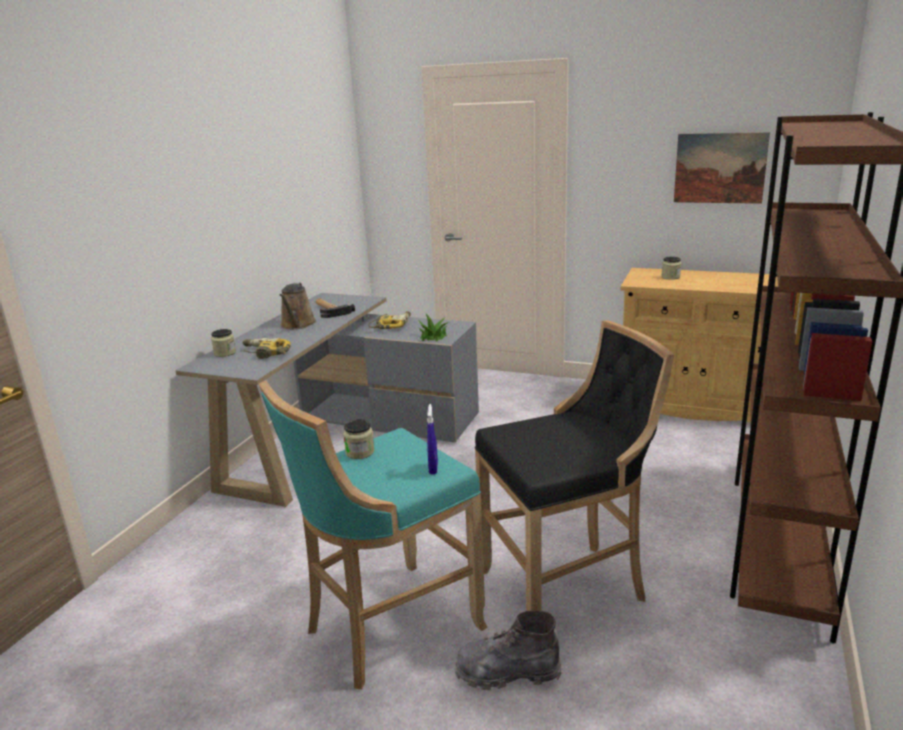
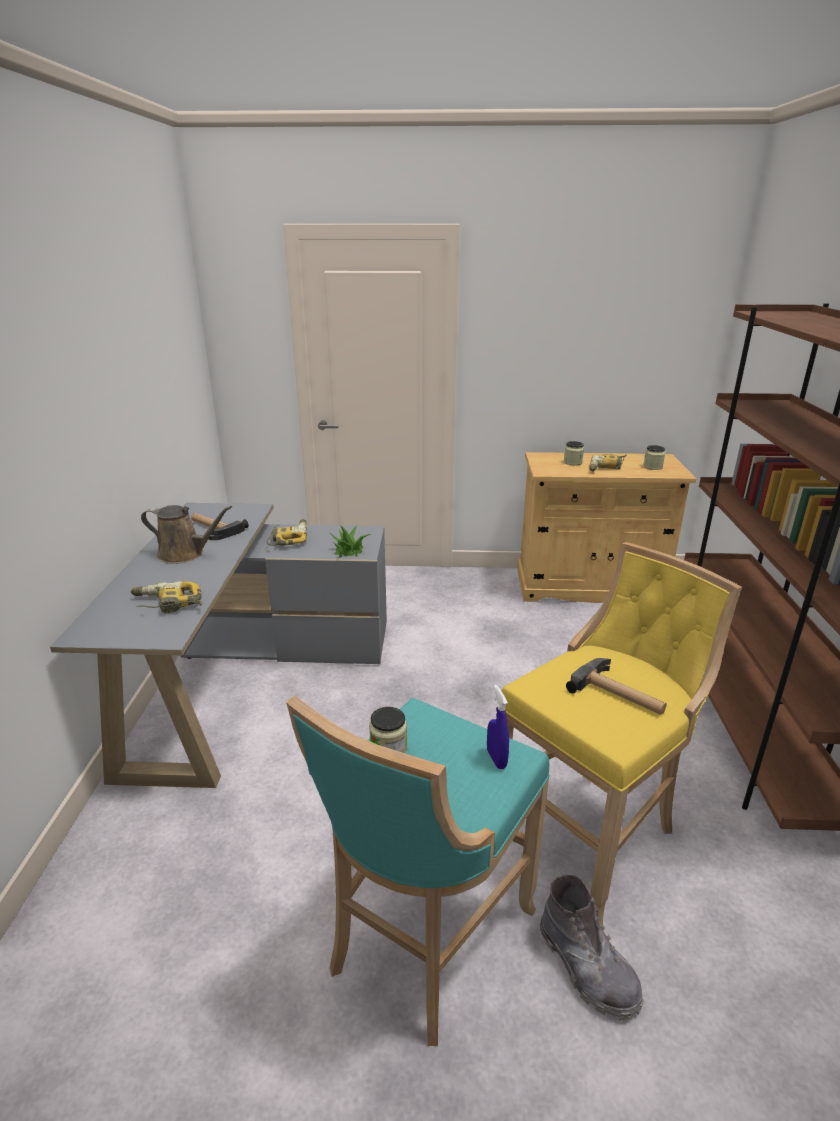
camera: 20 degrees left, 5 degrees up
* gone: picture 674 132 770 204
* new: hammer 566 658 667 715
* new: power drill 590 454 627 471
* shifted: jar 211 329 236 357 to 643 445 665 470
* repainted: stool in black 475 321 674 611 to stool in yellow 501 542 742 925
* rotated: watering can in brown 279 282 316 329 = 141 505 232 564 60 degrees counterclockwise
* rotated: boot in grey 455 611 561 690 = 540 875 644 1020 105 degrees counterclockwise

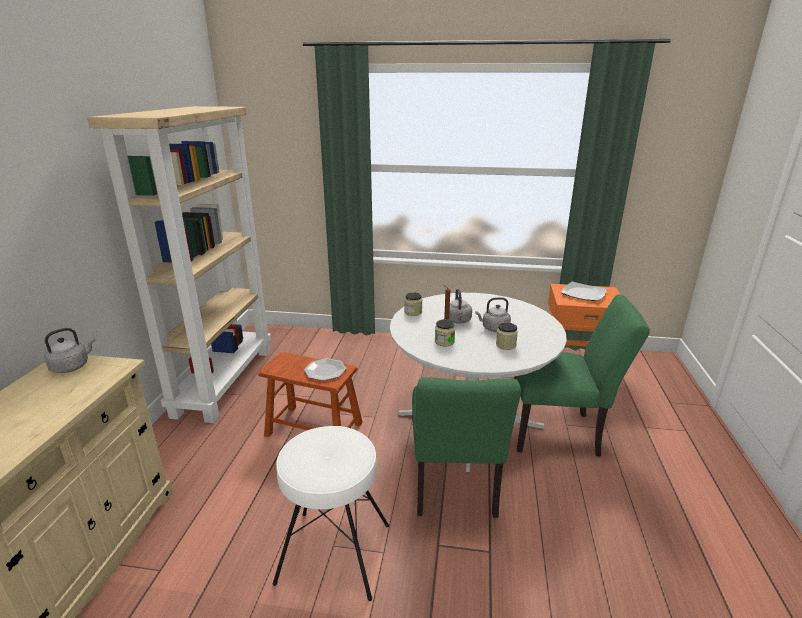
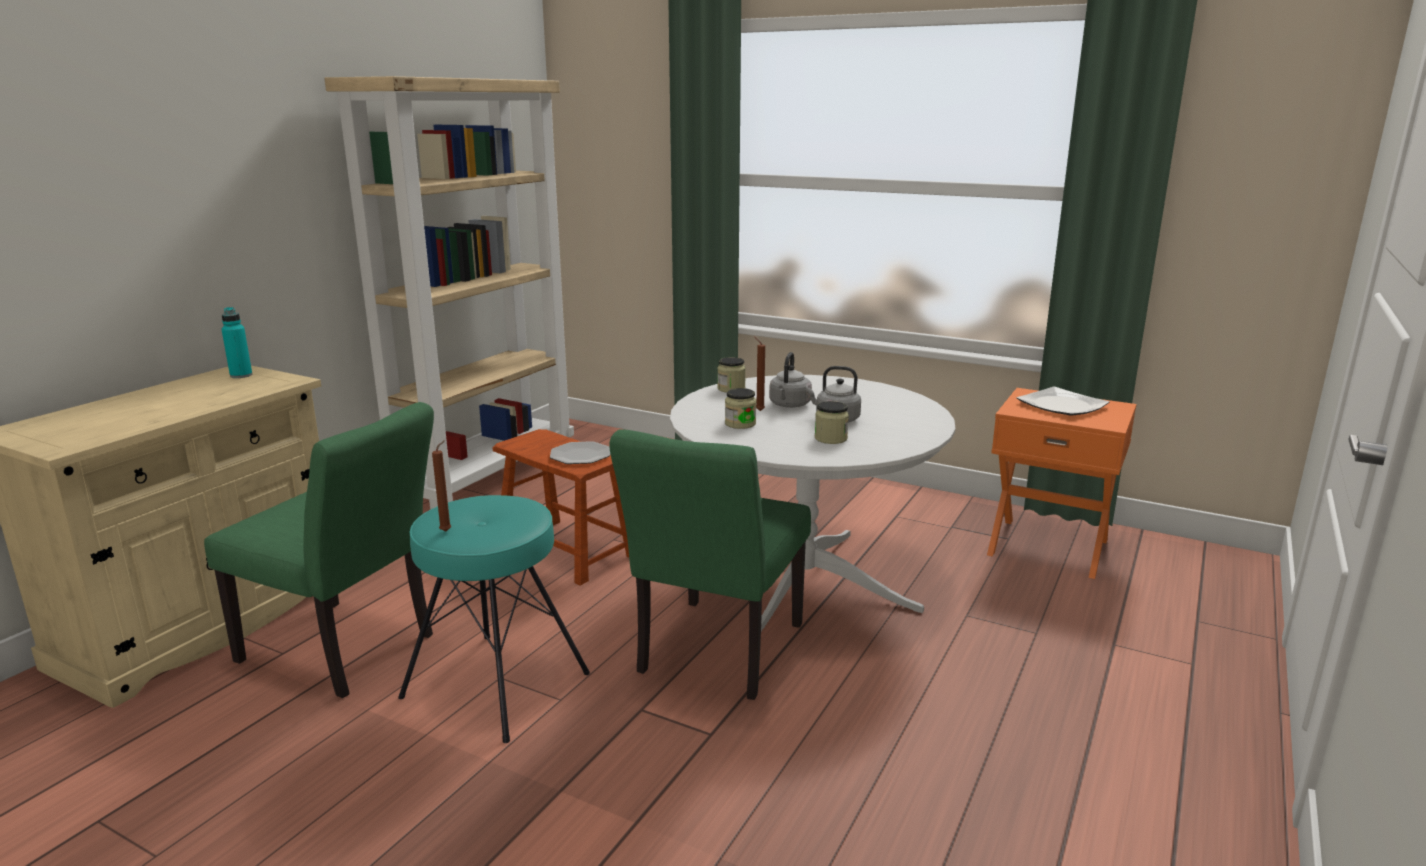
camera: 20 degrees right, 5 degrees down
* new: candle in brown 432 440 451 532
* shifted: chair in green 514 294 650 457 to 204 402 434 698
* swapped: kettle in grey 44 328 95 373 to bottle in turquoise 221 307 252 378
* repainted: stool in white 273 426 389 601 to stool in turquoise 398 495 590 743

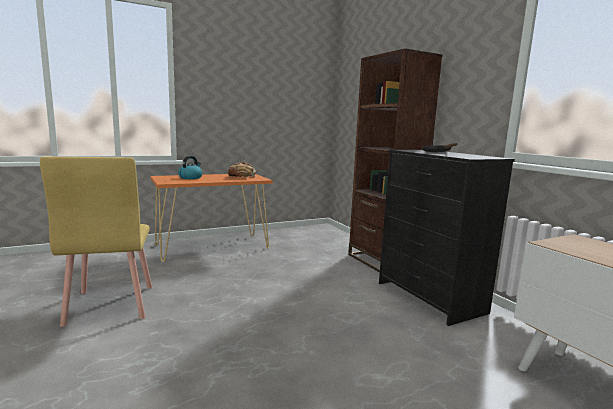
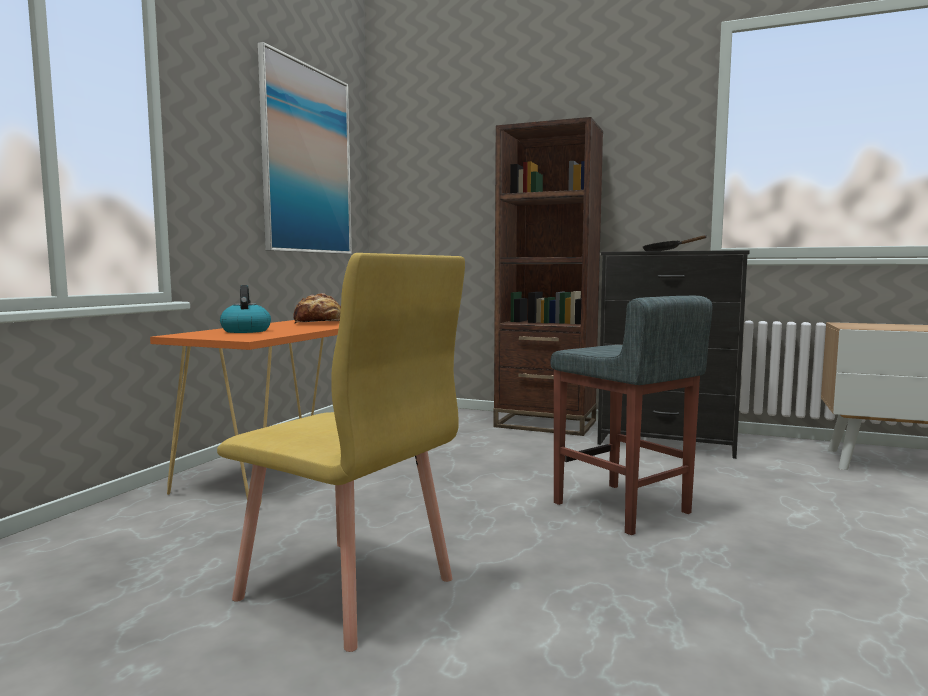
camera: 40 degrees left, 5 degrees down
* new: picture 258 42 352 254
* new: stool in grey 551 296 712 535

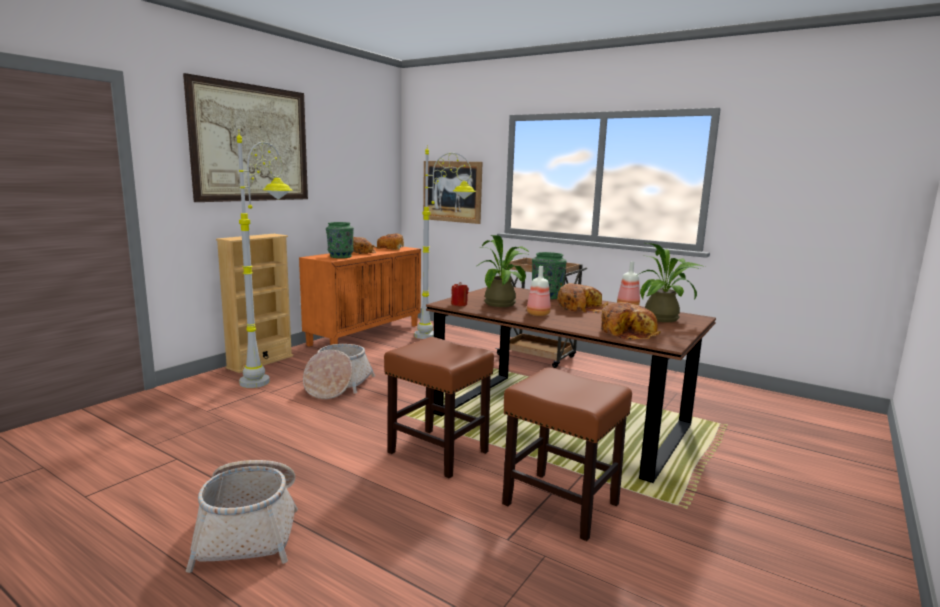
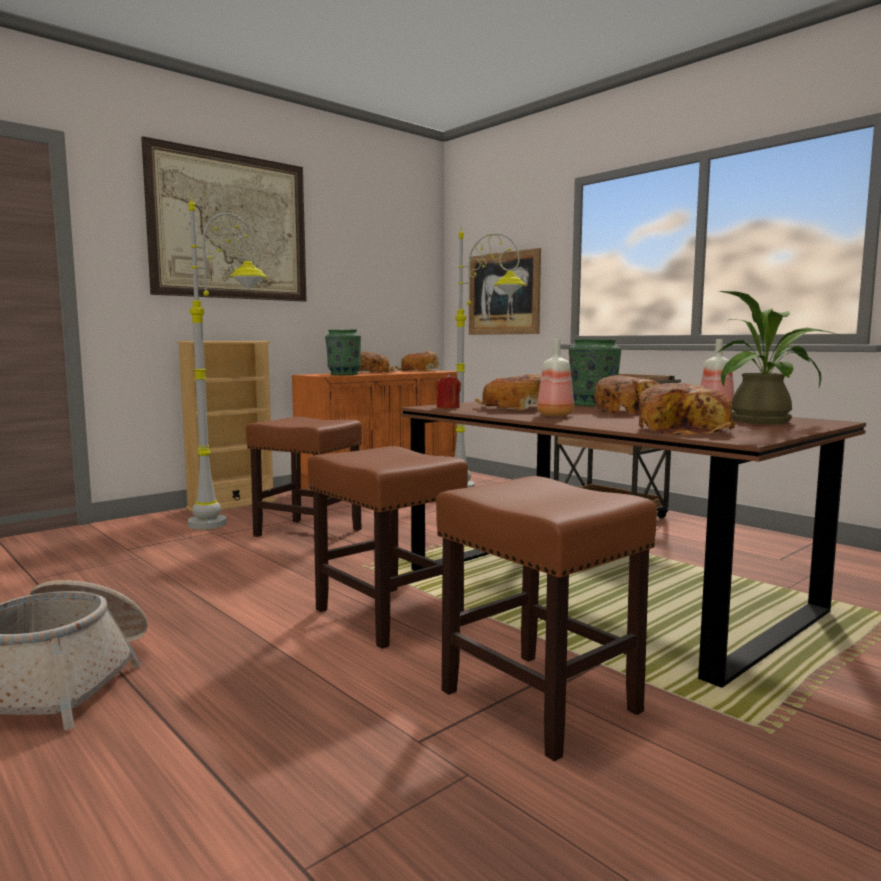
camera: 15 degrees right, 5 degrees down
* swapped: basket 303 344 375 399 to stool in brown 246 417 362 537
* swapped: potted plant 477 235 529 307 to bread 475 374 541 410

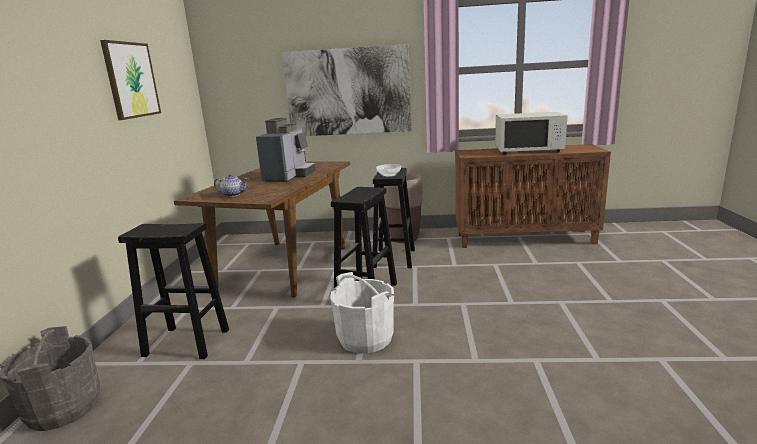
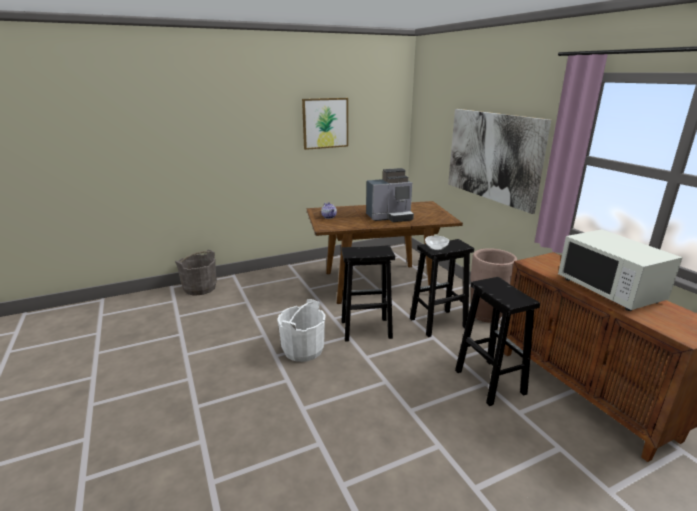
camera: 60 degrees right, 5 degrees up
* shifted: stool in black 118 223 229 359 to 455 277 540 406

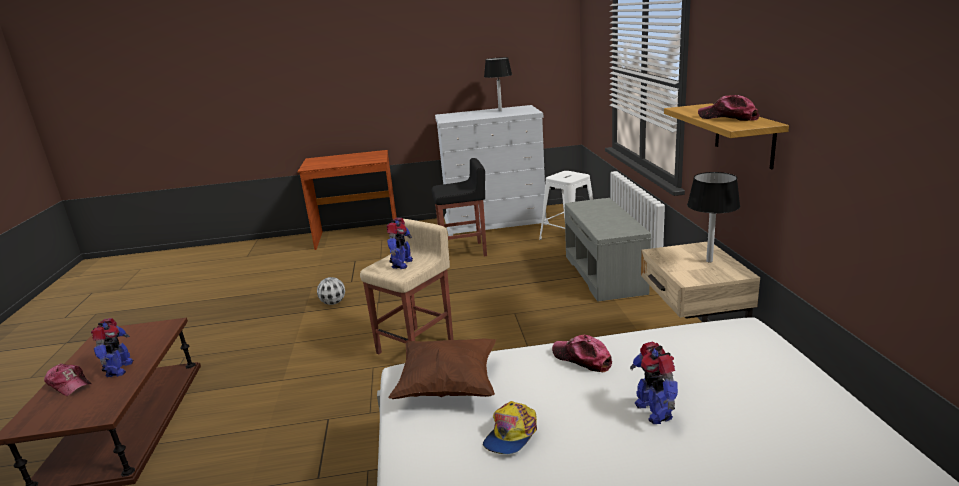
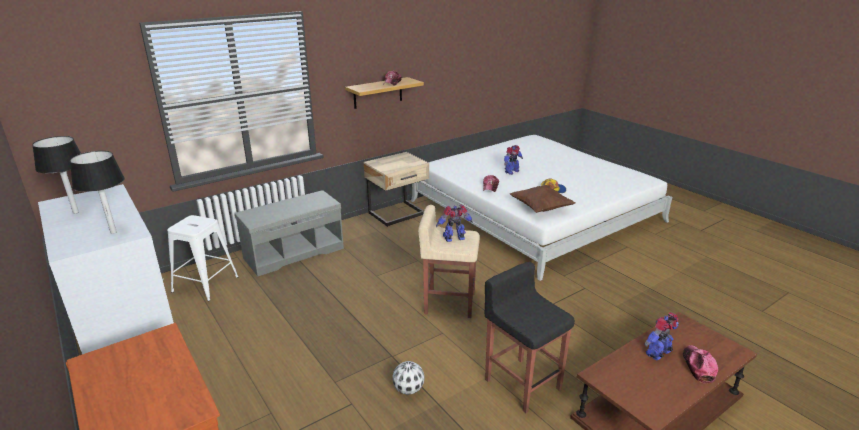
camera: 120 degrees left, 5 degrees up
* shifted: stool in black 432 158 487 257 to 485 262 575 413
* shifted: table lamp in black 687 172 740 262 to 70 151 125 234

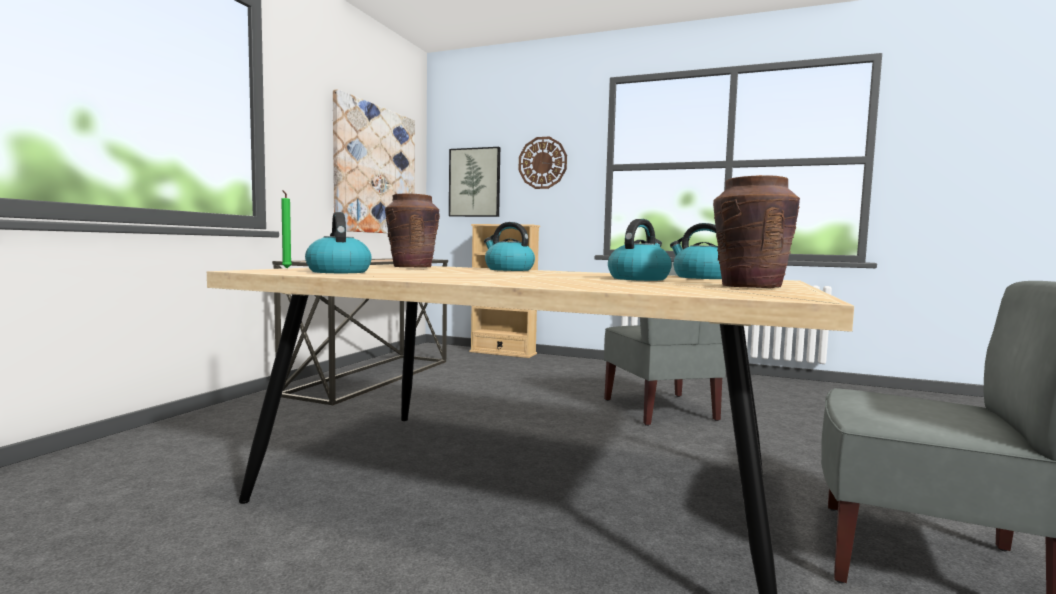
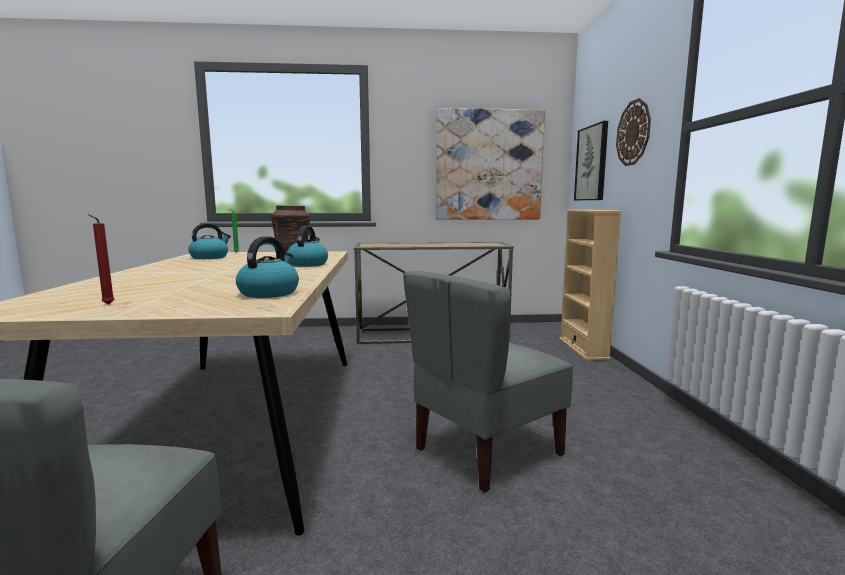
camera: 65 degrees right, 5 degrees up
* gone: kettle 608 219 672 281
* swapped: vase in brown 713 175 800 288 to candle in red 88 214 114 305

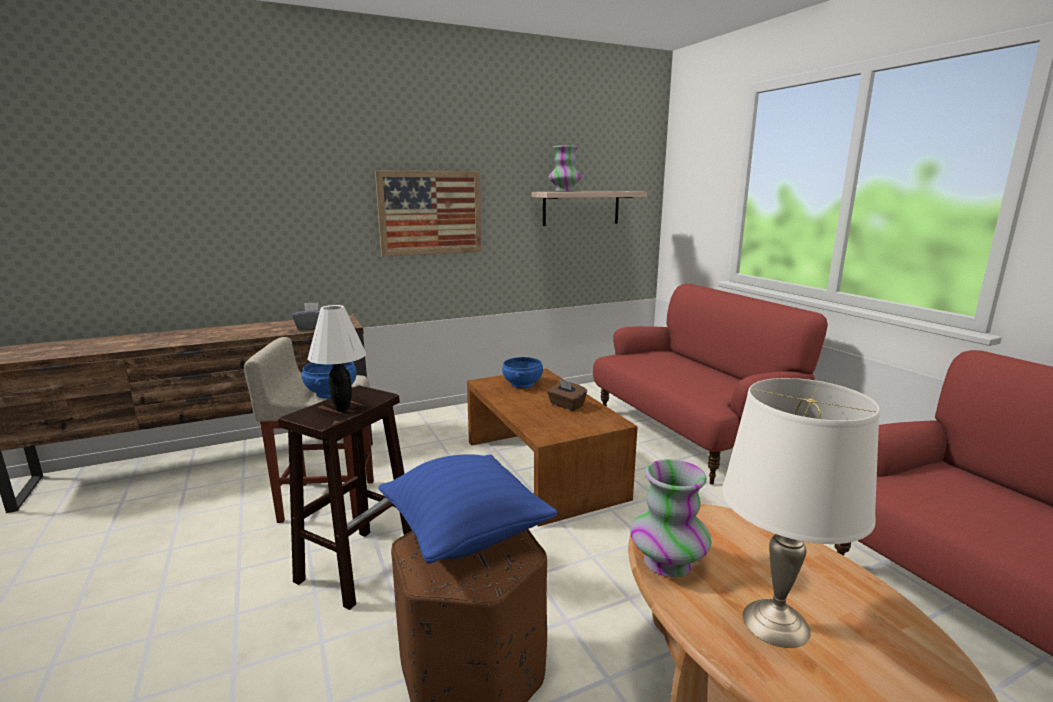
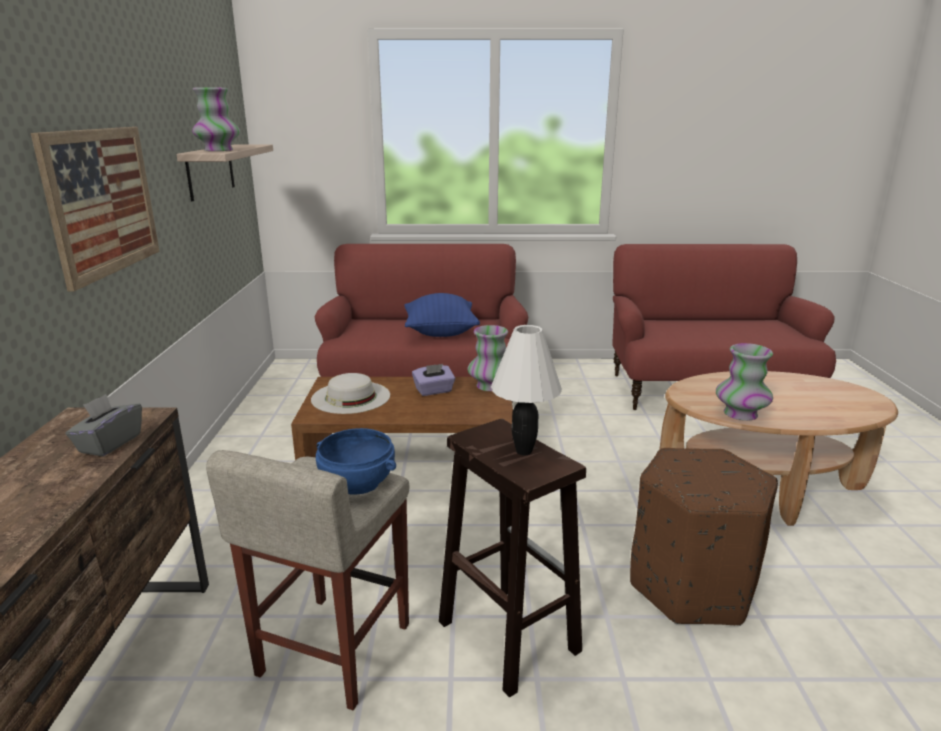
camera: 65 degrees left, 5 degrees up
* gone: table lamp in white 722 378 880 648
* new: vase 467 325 508 391
* shifted: pillow in blue 378 454 558 563 to 404 293 480 337
* swapped: bowl in blue 502 357 543 388 to hat in white 311 373 390 414
* repainted: tissue box in brown 547 379 587 411 to tissue box in purple 412 364 455 396

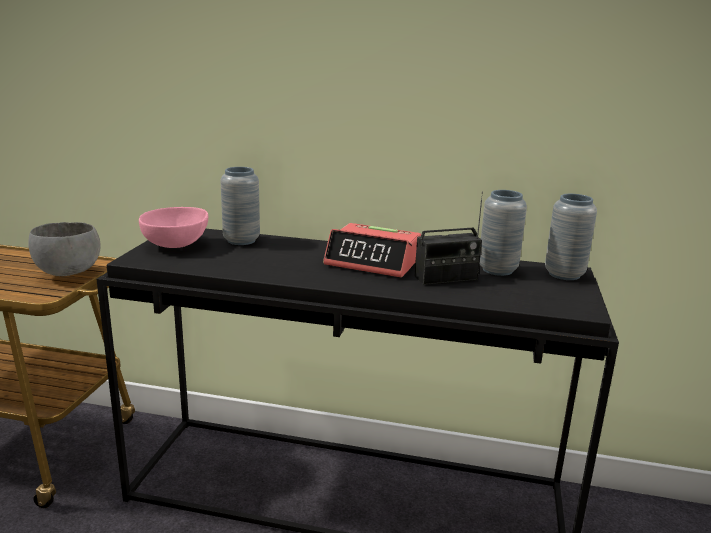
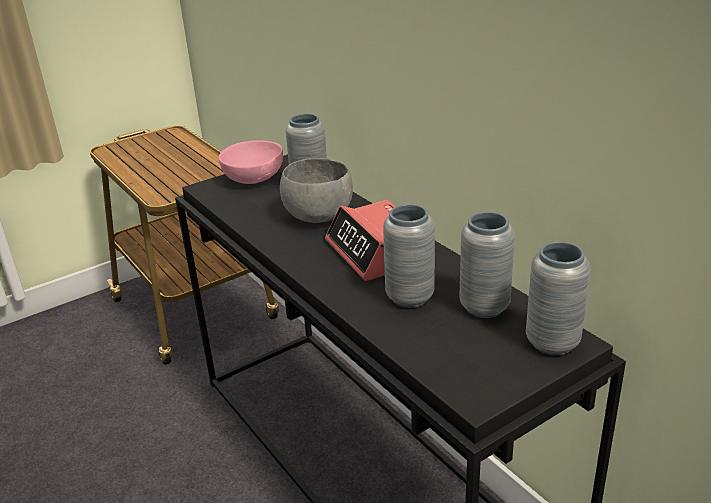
camera: 45 degrees right, 10 degrees up
* shifted: bowl in grey 28 222 101 276 to 280 158 353 223
* swapped: radio 414 192 483 285 to vase in grey 383 204 435 308

